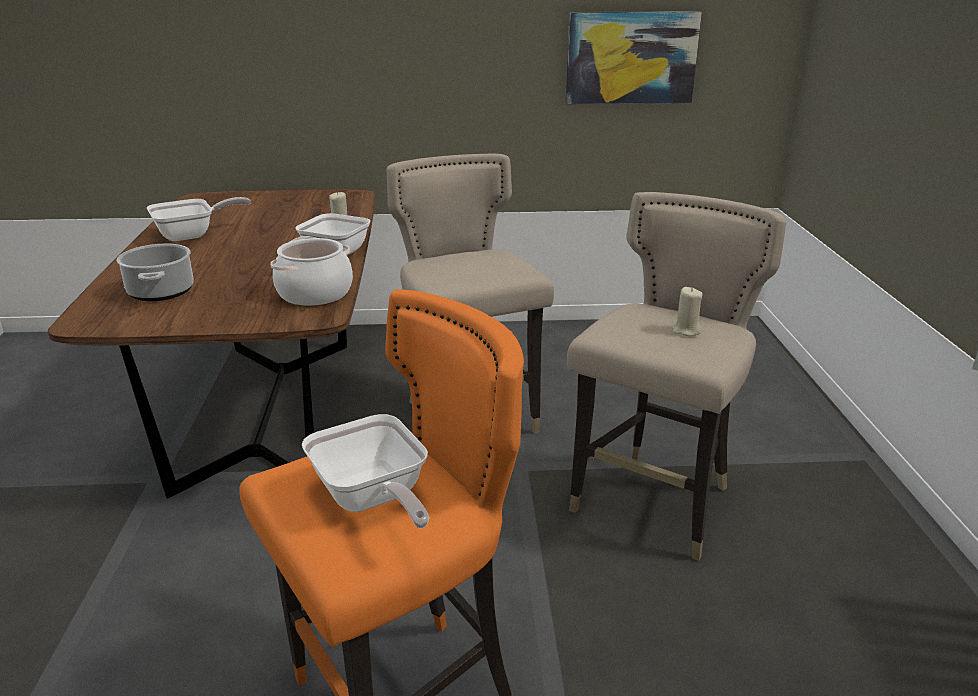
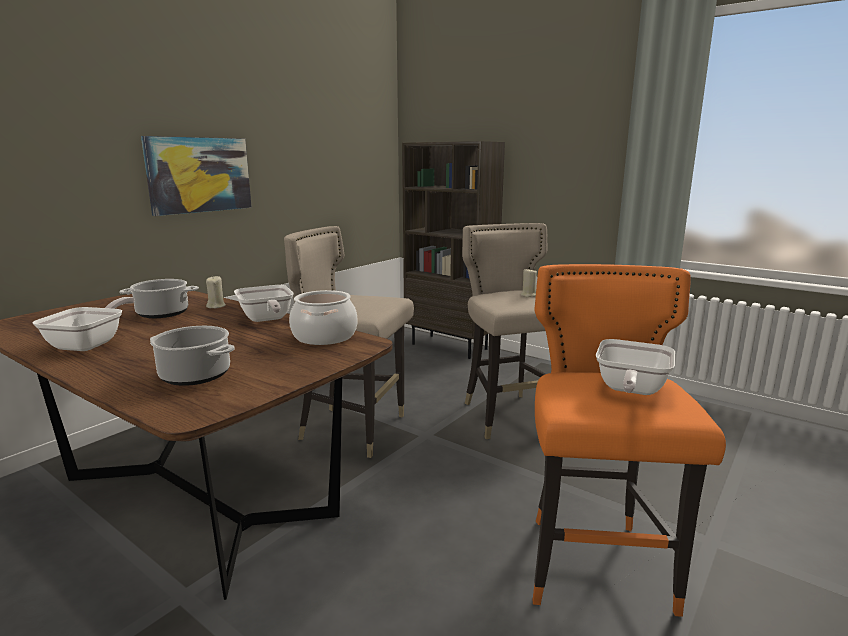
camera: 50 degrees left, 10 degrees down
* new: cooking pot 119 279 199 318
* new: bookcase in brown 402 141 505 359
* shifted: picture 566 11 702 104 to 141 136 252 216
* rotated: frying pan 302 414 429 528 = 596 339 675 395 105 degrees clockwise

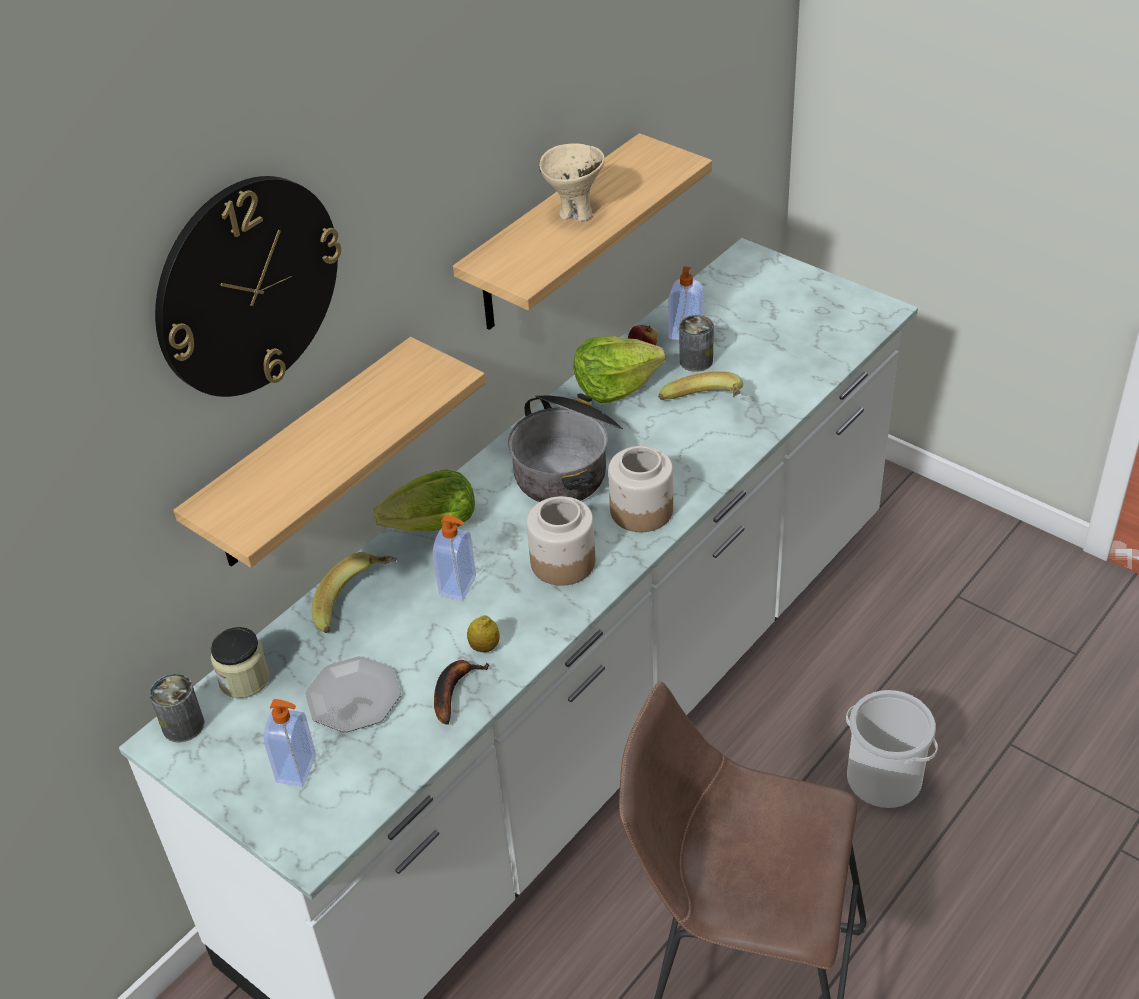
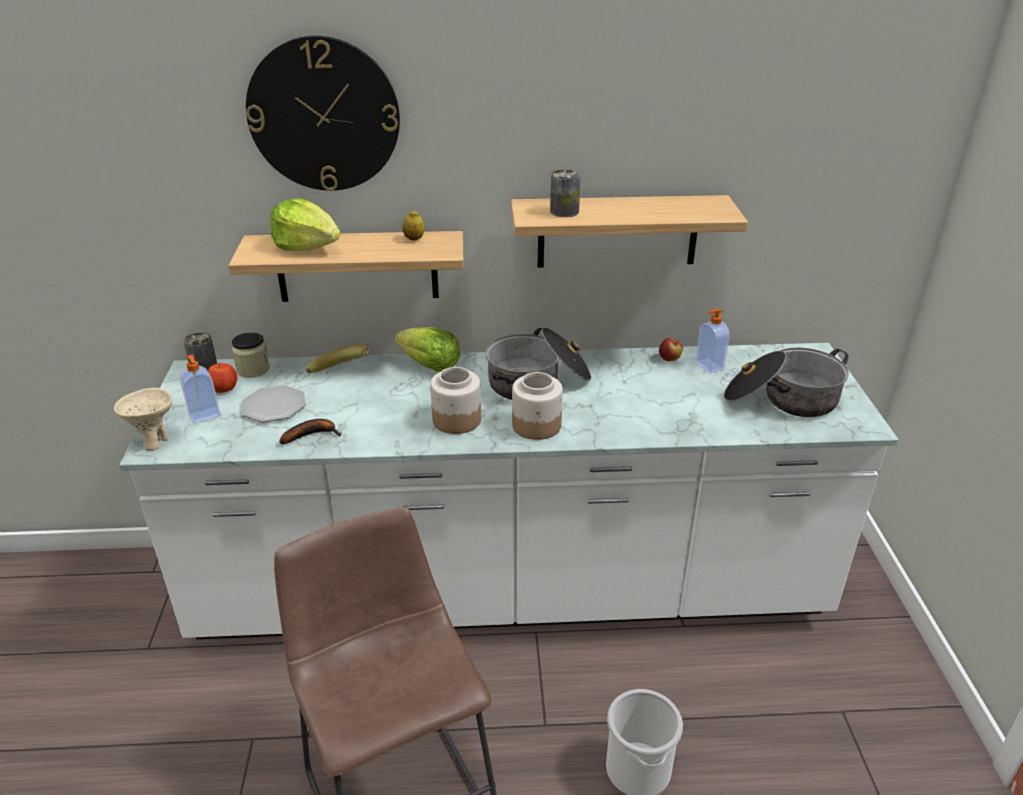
camera: 45 degrees right, 10 degrees down
* gone: soap dispenser 433 515 476 601
* gone: banana 658 371 743 400
* new: apple 208 363 237 393
* new: cooking pot 724 348 849 417
* shifted: lemon 467 615 500 652 to 402 210 424 240
* shifted: bowl in beige 539 143 605 221 to 114 388 172 450
* shifted: lettuce 573 336 665 403 to 270 198 341 251
* shifted: can 679 315 714 372 to 550 169 581 217

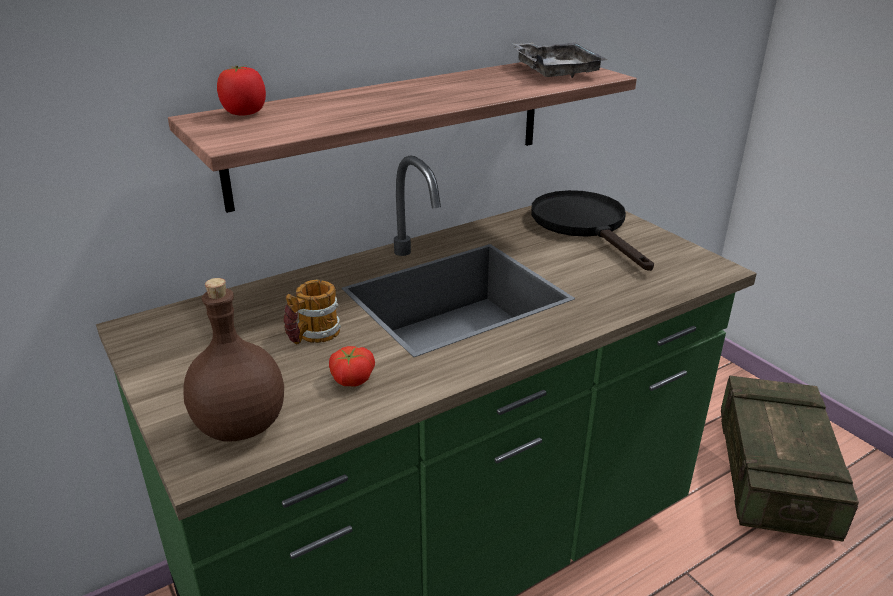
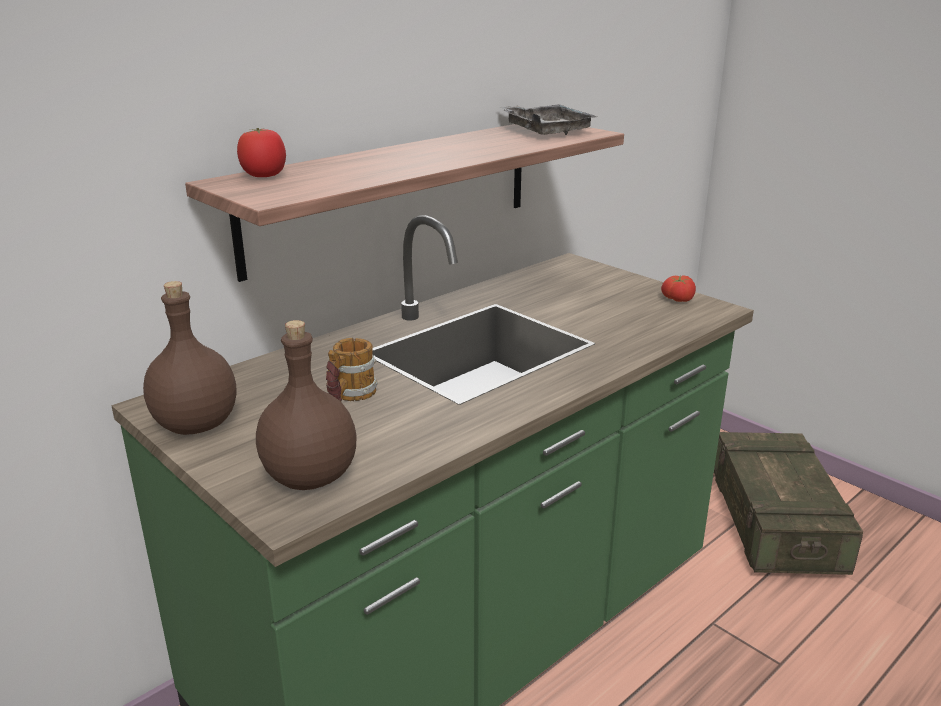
camera: 10 degrees left, 5 degrees down
* gone: frying pan in black 531 190 654 271
* new: bottle in brown 143 281 236 435
* shifted: tomato 329 346 375 386 to 661 275 696 302

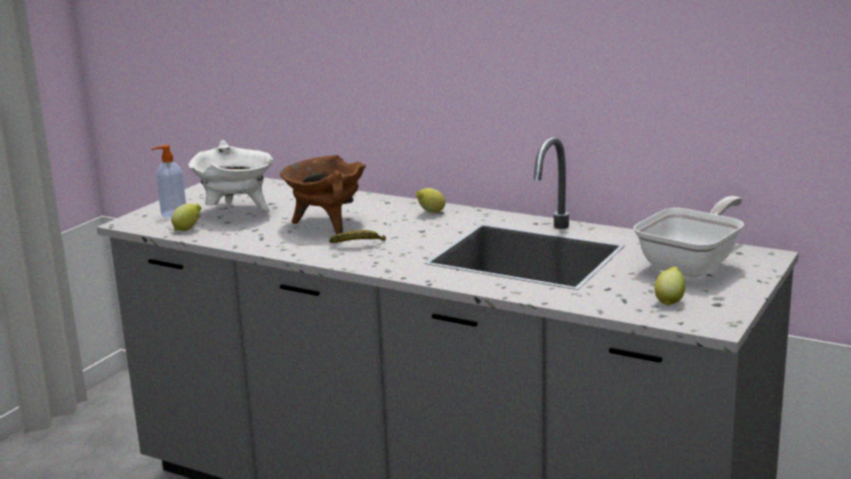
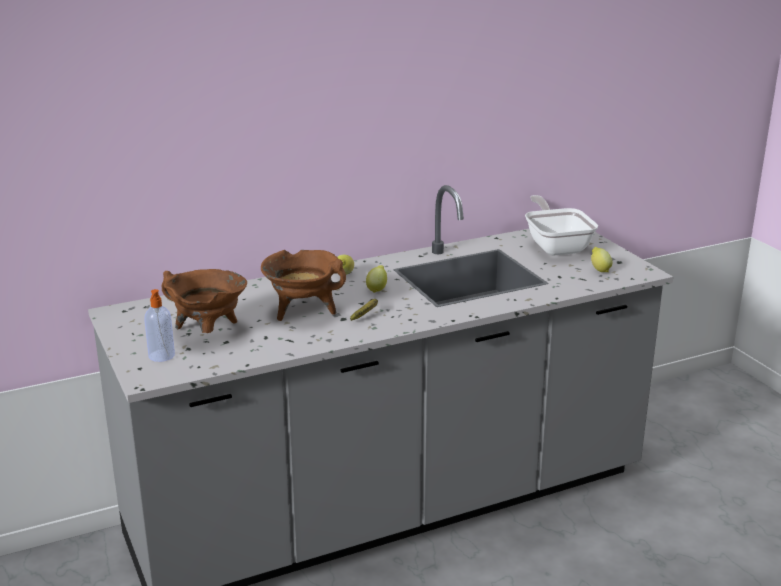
camera: 55 degrees left, 5 degrees up
* shifted: lemon 171 204 202 231 to 366 265 387 293
* repainted: cooking pot in white 188 140 273 213 to cooking pot in brown 161 269 247 333

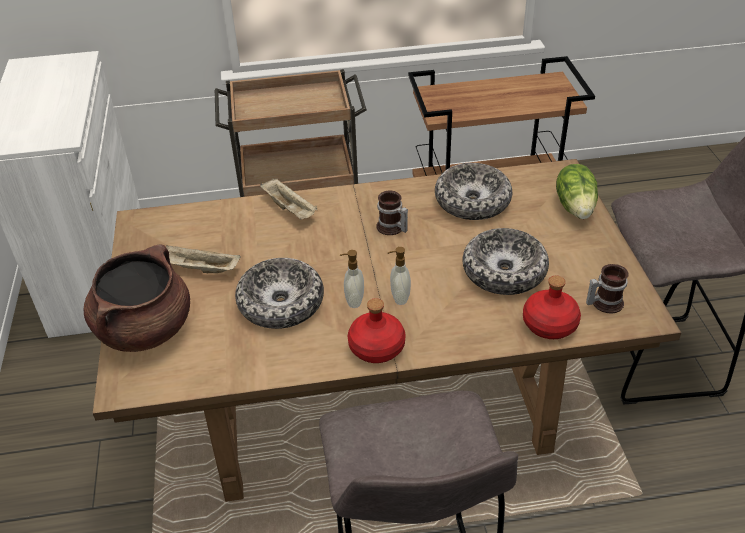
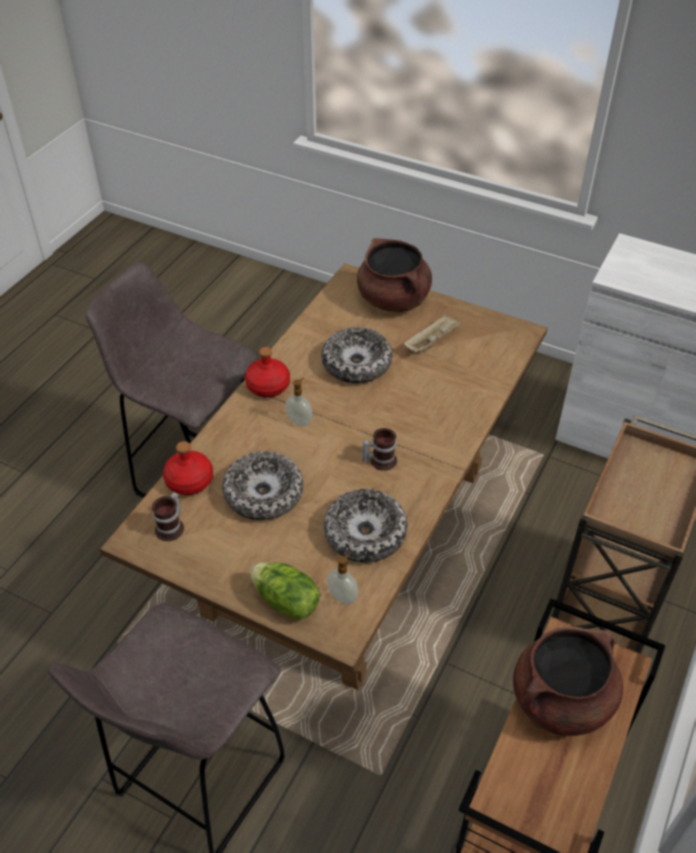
camera: 125 degrees right, 5 degrees up
* gone: tray in beige 260 178 317 220
* new: cooking pot in brown 513 626 623 736
* shifted: soap dispenser 340 250 364 308 to 327 553 358 605

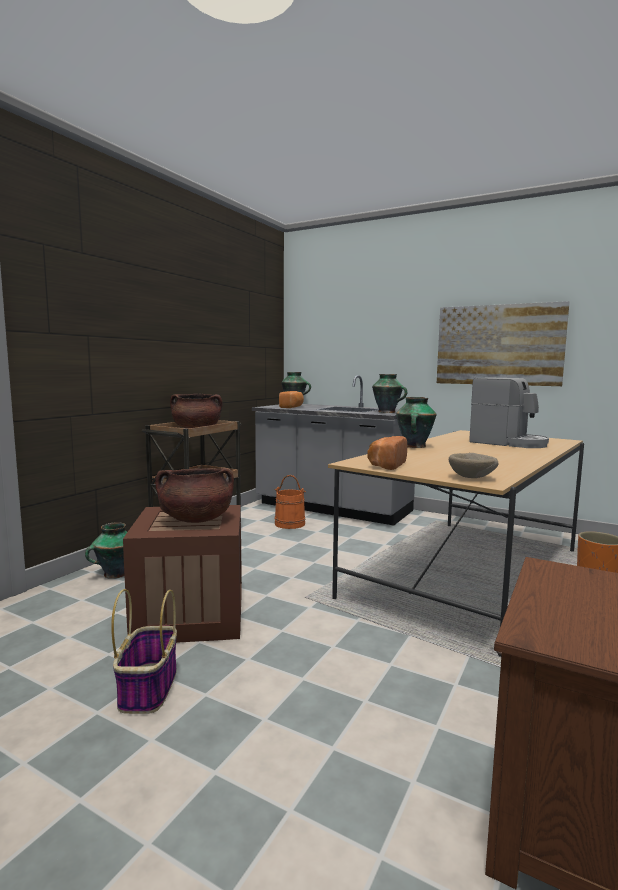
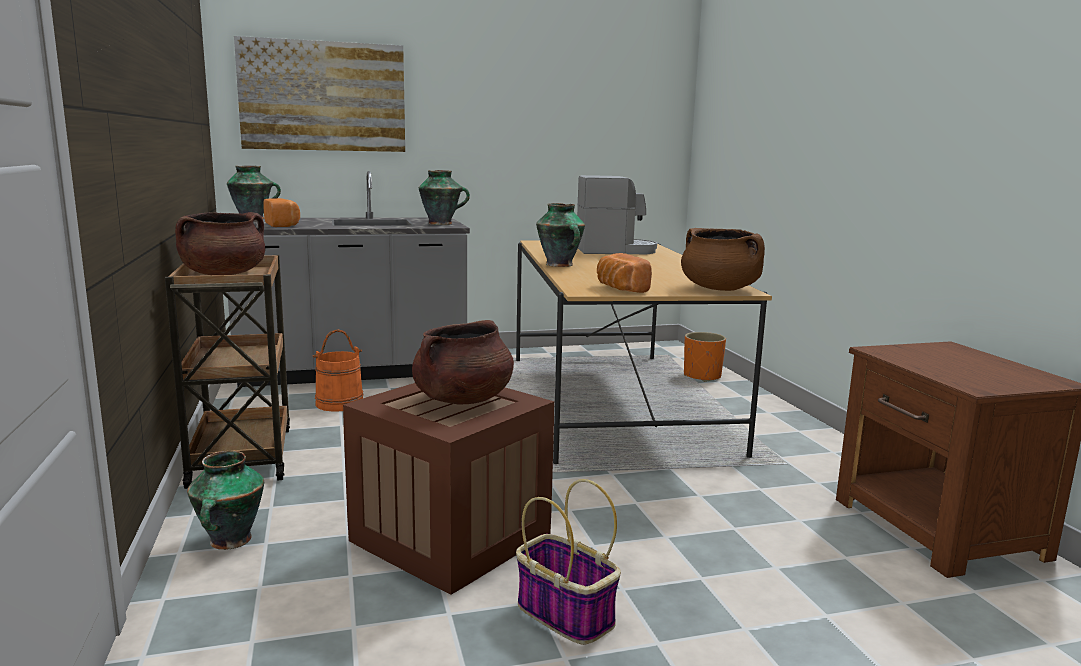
camera: 45 degrees left, 5 degrees up
* shifted: picture 437 301 570 386 to 234 36 405 152
* swapped: bowl in beige 449 453 499 478 to cooking pot in brown 681 228 765 291

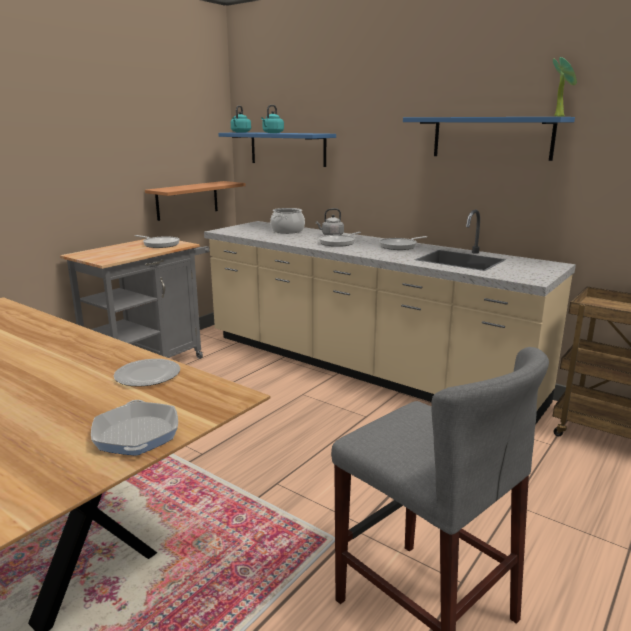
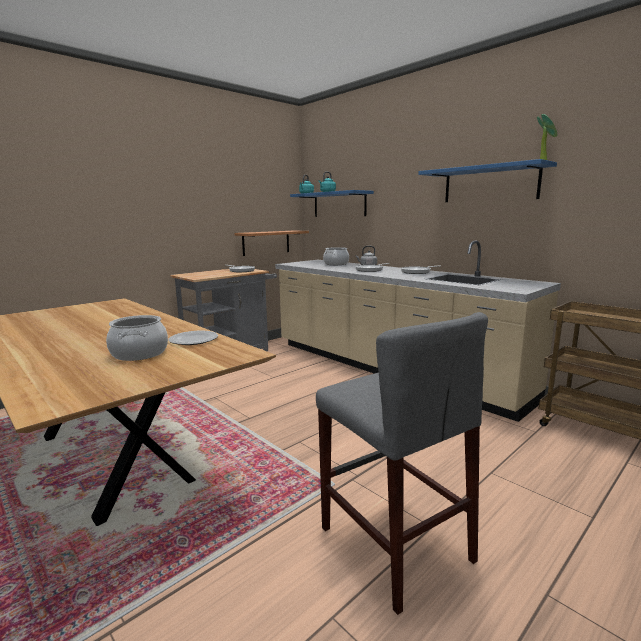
camera: 10 degrees right, 5 degrees down
* gone: frying pan 91 400 178 456
* new: cooking pot 106 315 168 361

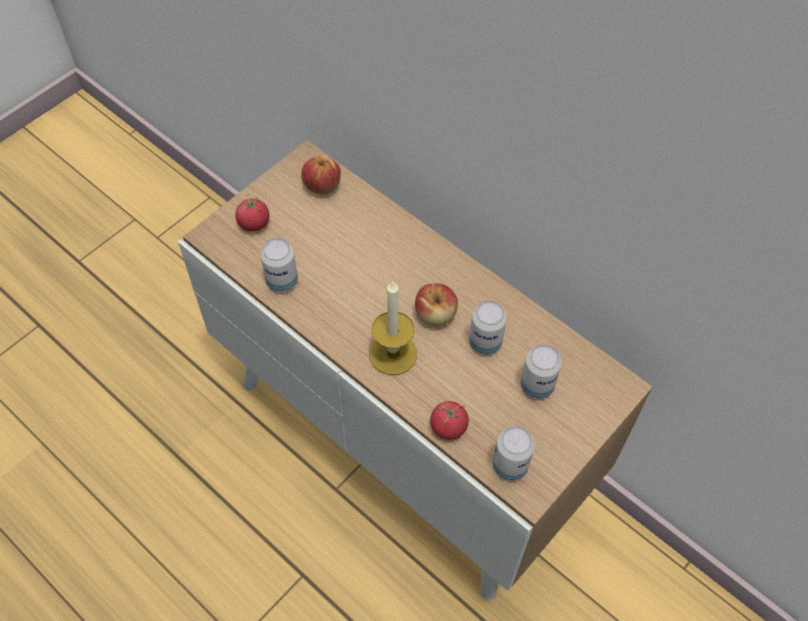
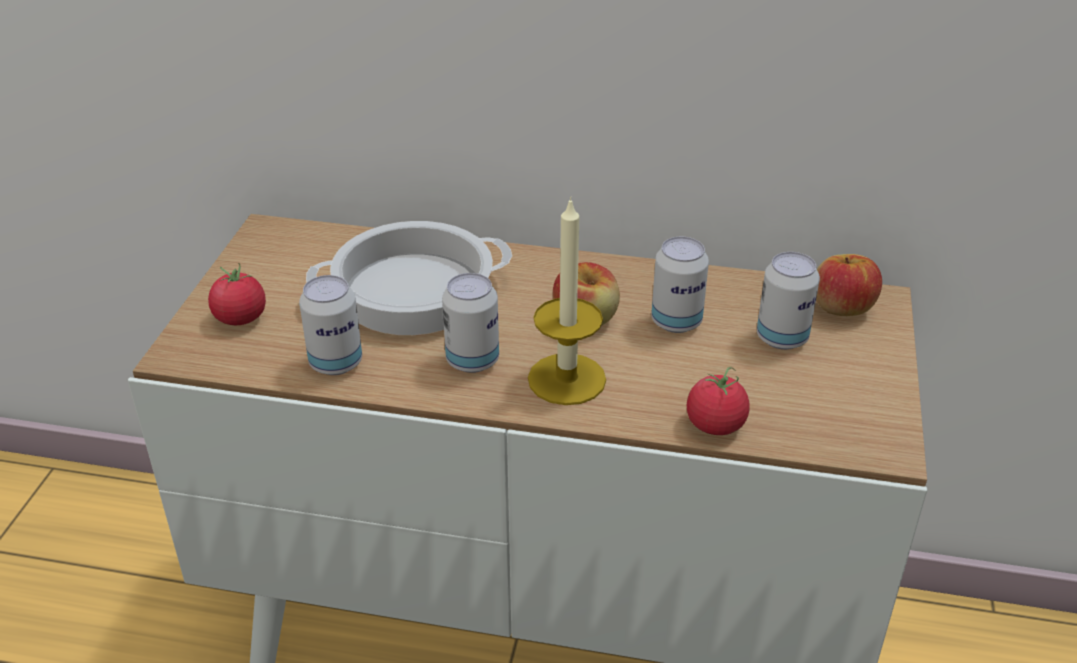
camera: 30 degrees left, 20 degrees down
* new: cooking pot 306 221 512 335
* shifted: apple 301 155 341 195 to 816 254 882 316
* shifted: can 493 426 535 481 to 442 273 499 373

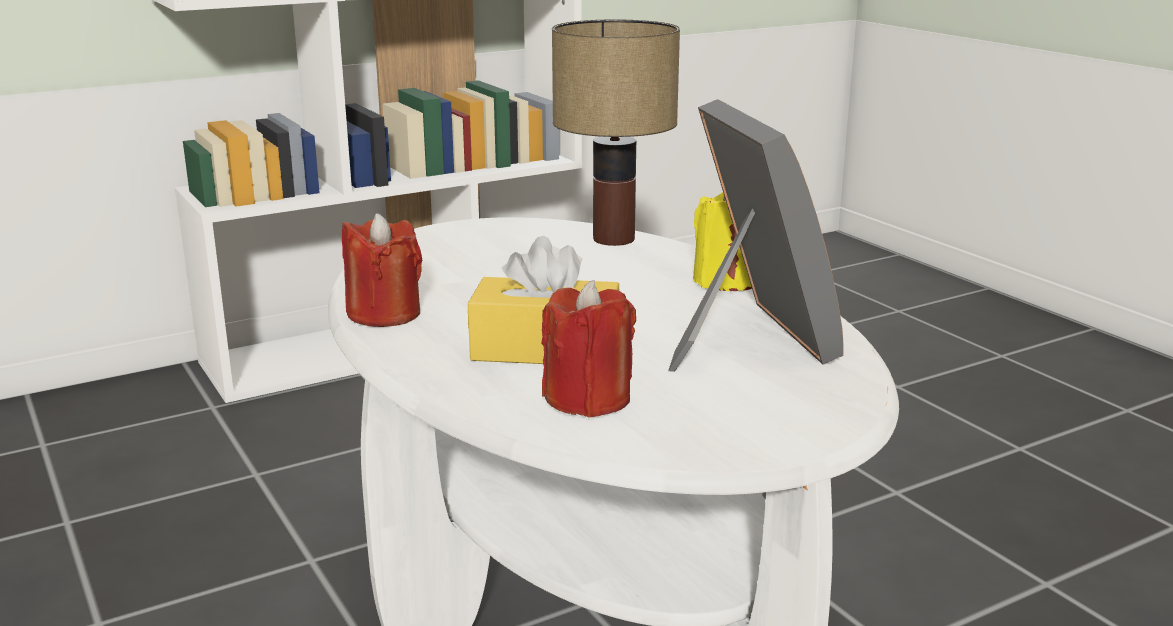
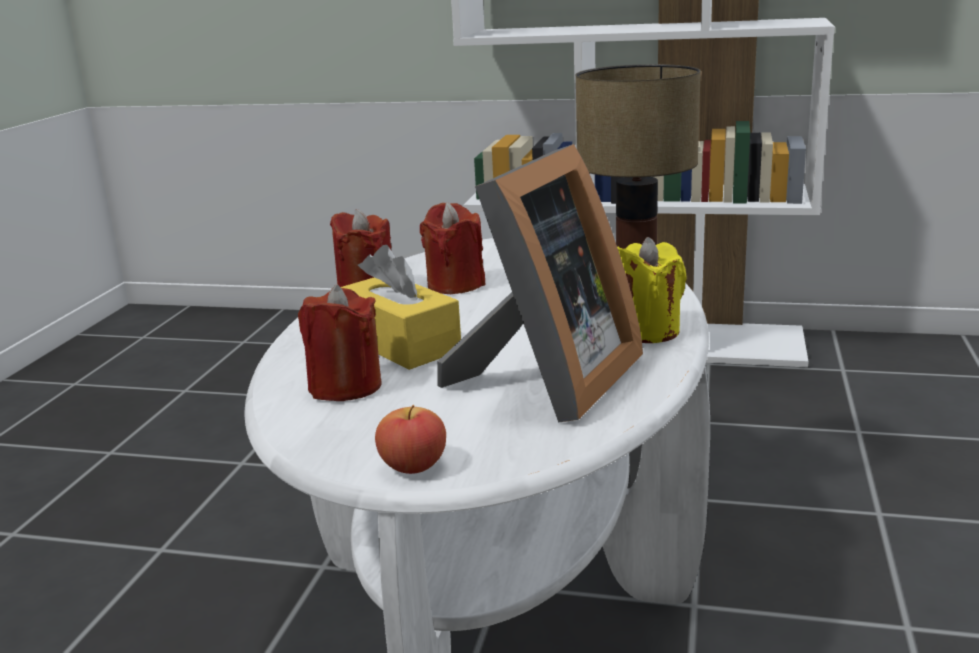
camera: 45 degrees right, 0 degrees up
* new: apple 375 405 446 474
* new: candle in red 420 202 485 294

